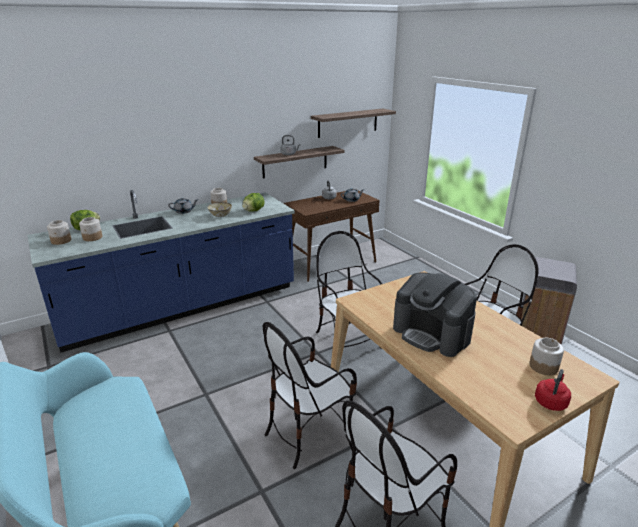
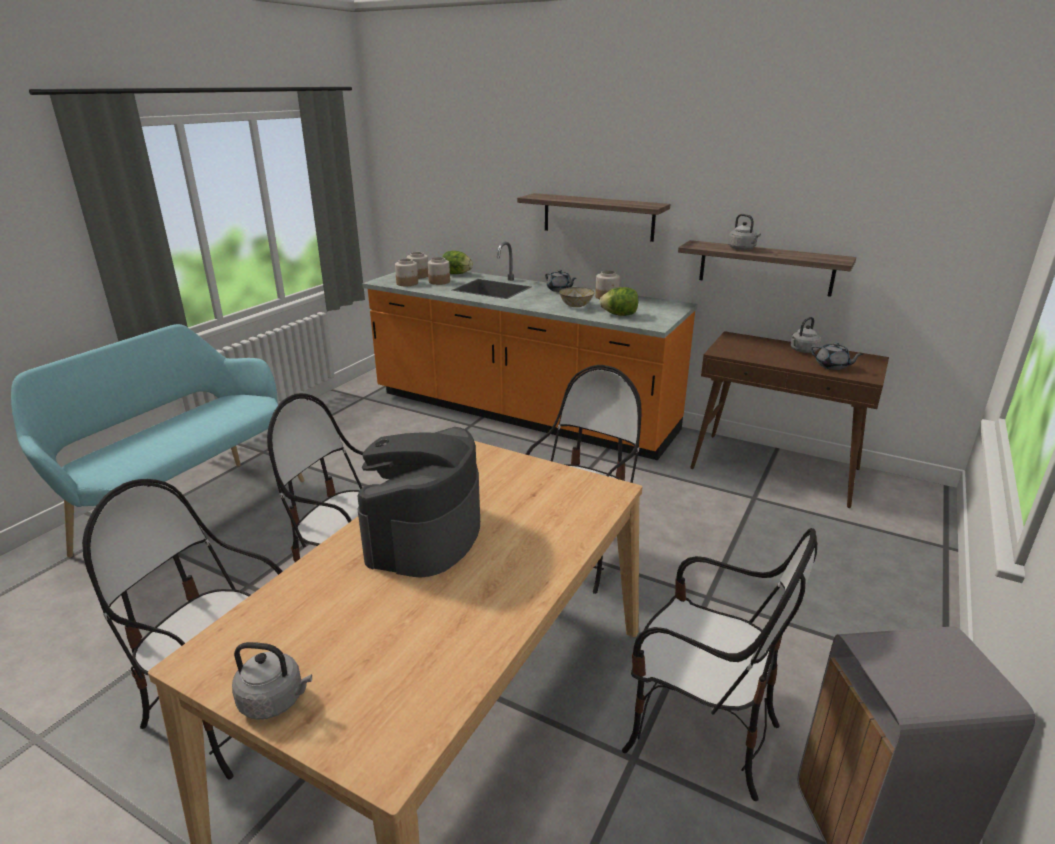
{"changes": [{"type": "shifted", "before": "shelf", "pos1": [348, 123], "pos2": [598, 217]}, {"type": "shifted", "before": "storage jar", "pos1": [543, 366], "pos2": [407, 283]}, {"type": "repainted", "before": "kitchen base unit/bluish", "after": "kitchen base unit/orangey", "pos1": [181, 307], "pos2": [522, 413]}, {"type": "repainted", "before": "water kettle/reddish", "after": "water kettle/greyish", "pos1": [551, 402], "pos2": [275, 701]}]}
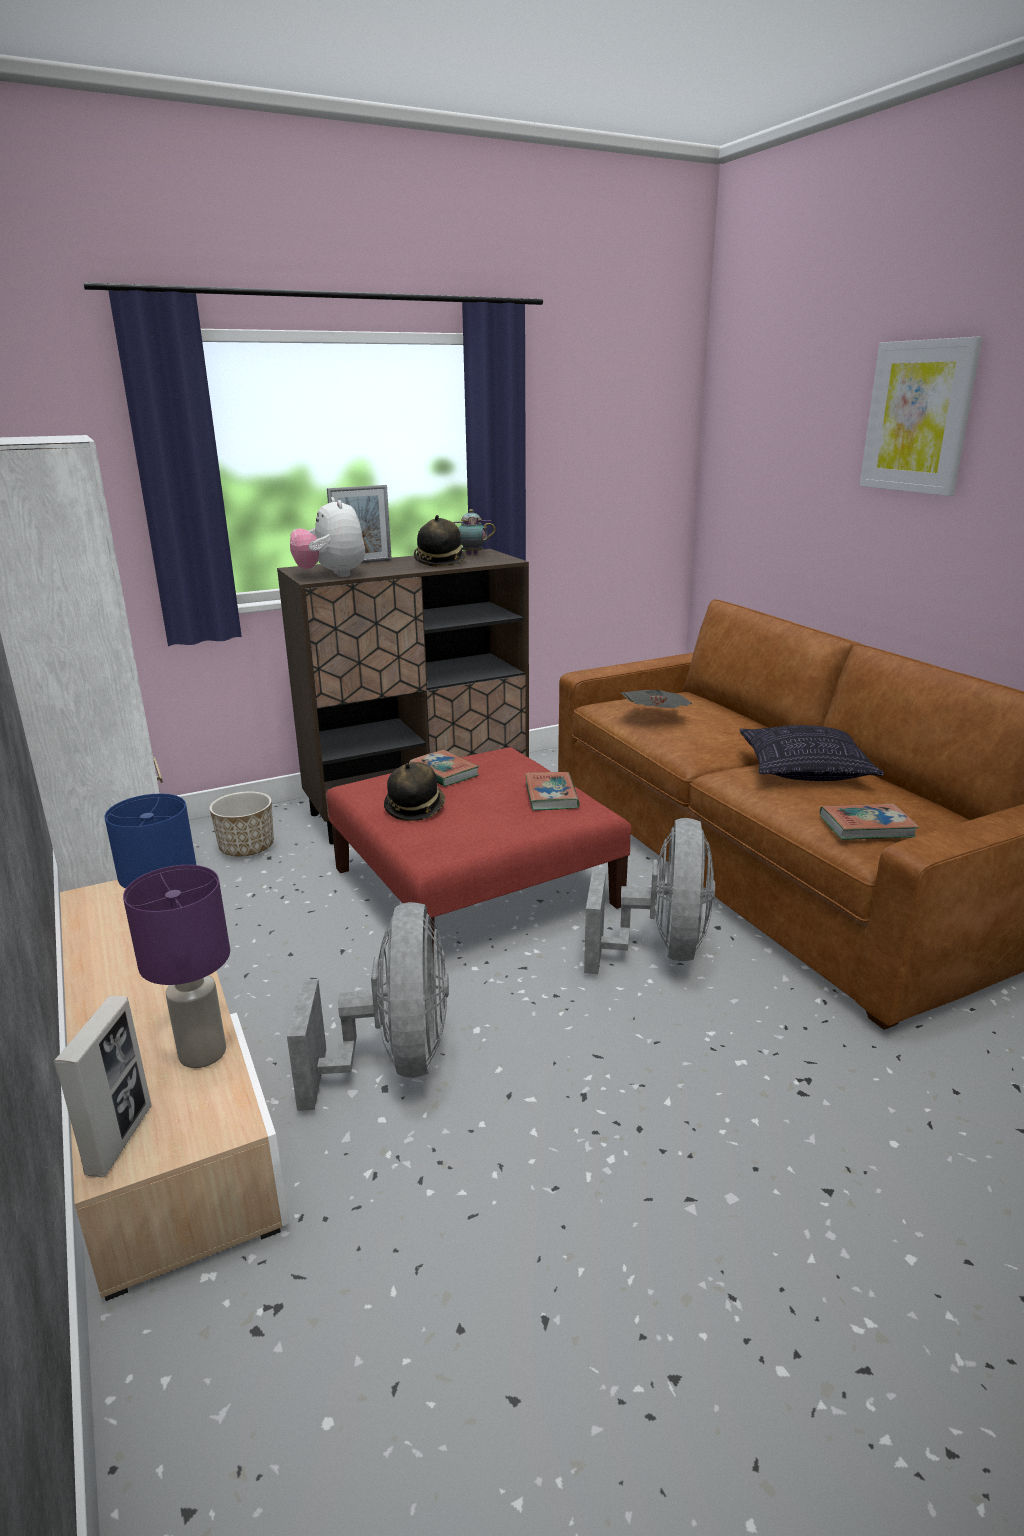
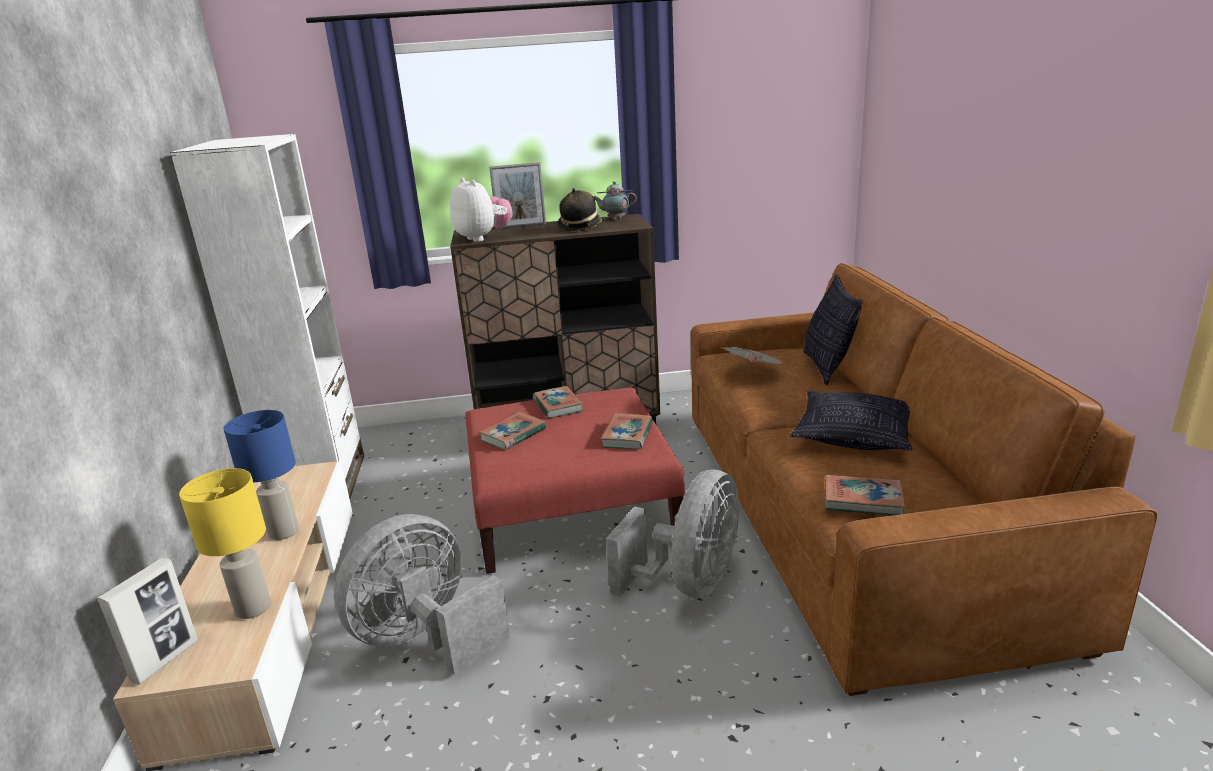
{"changes": [{"type": "gone", "before": "planter", "pos1": [247, 848]}, {"type": "gone", "before": "wall art", "pos1": [918, 417]}, {"type": "new", "after": "pillow", "pos2": [827, 367]}, {"type": "swapped", "before": "wearable hat", "after": "volume", "pos1": [415, 808], "pos2": [513, 435]}, {"type": "repainted", "before": "tabletop lamp/purplish", "after": "tabletop lamp/yellow-coloured", "pos1": [201, 1053], "pos2": [252, 608]}, {"type": "rotated", "before": "fan/greyish", "pos1": [394, 1060], "pos2": [425, 638], "turn": -150}, {"type": "rotated", "before": "cuddly toy", "pos1": [331, 575], "pos2": [483, 238], "turn": 150}]}
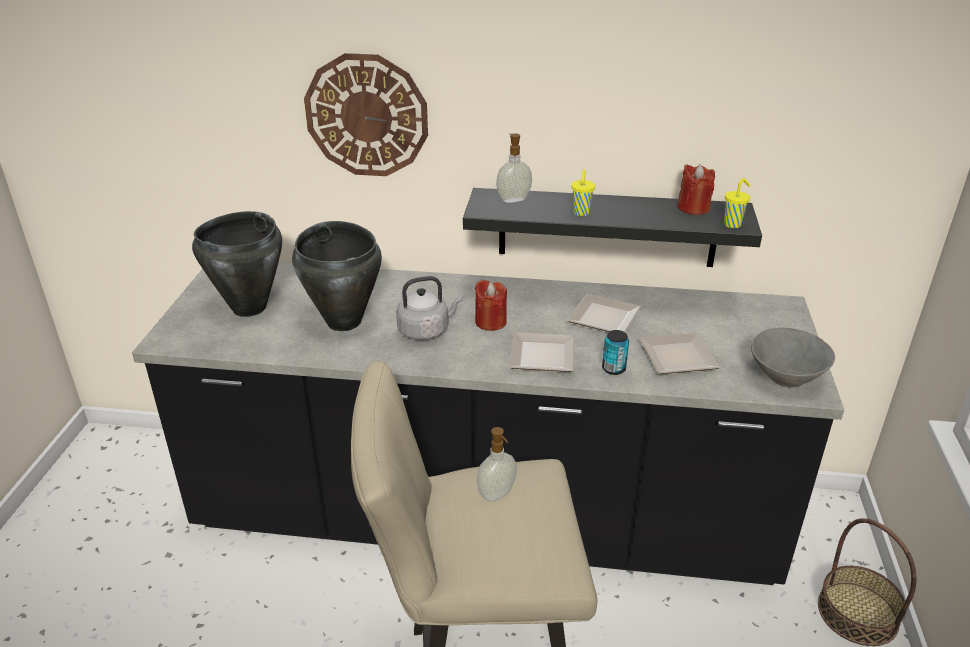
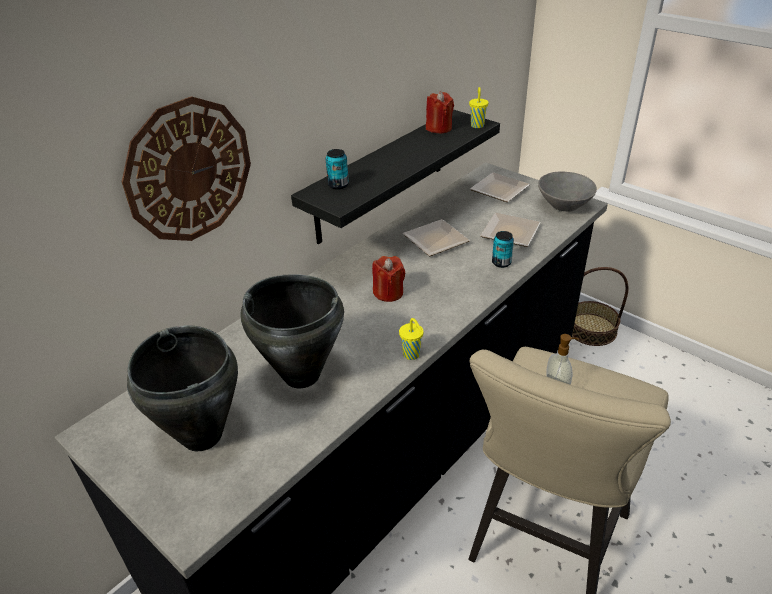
{"changes": [{"type": "gone", "before": "water kettle/greyish", "pos1": [426, 330]}, {"type": "shifted", "before": "dinner plate", "pos1": [544, 357], "pos2": [501, 190]}, {"type": "shifted", "before": "cup/yellow-coloured", "pos1": [581, 213], "pos2": [412, 355]}, {"type": "swapped", "before": "soap dispenser", "after": "can", "pos1": [513, 199], "pos2": [338, 185]}]}
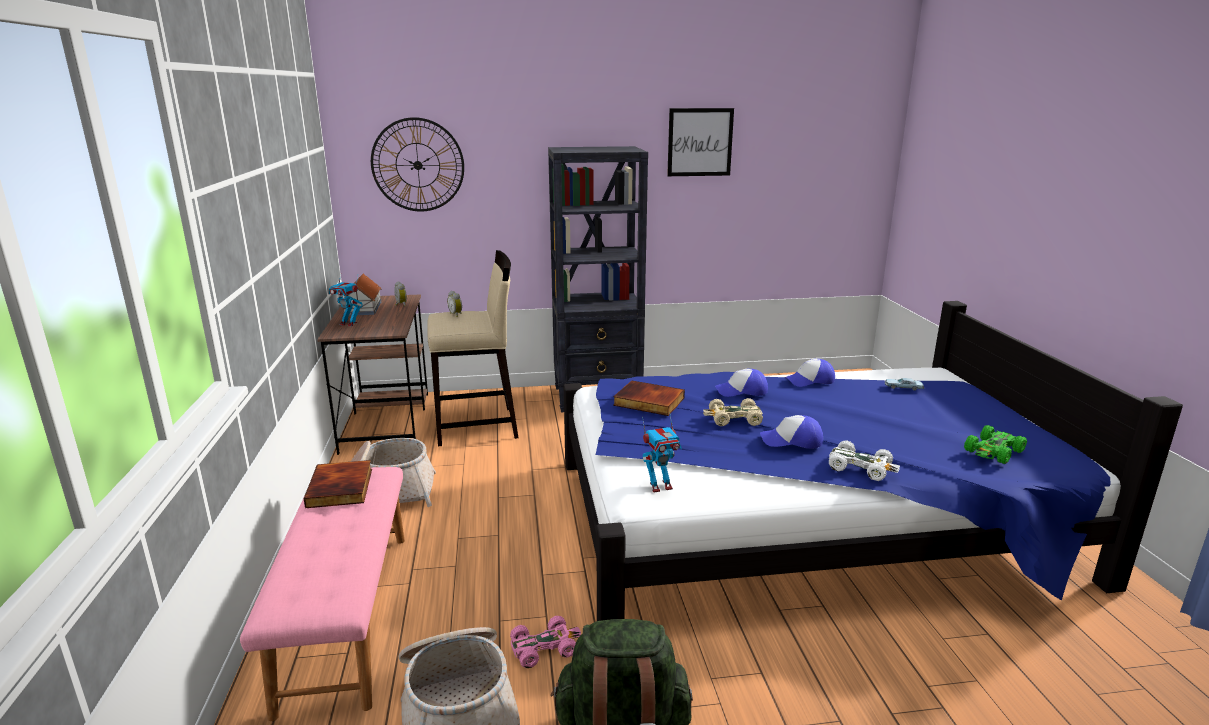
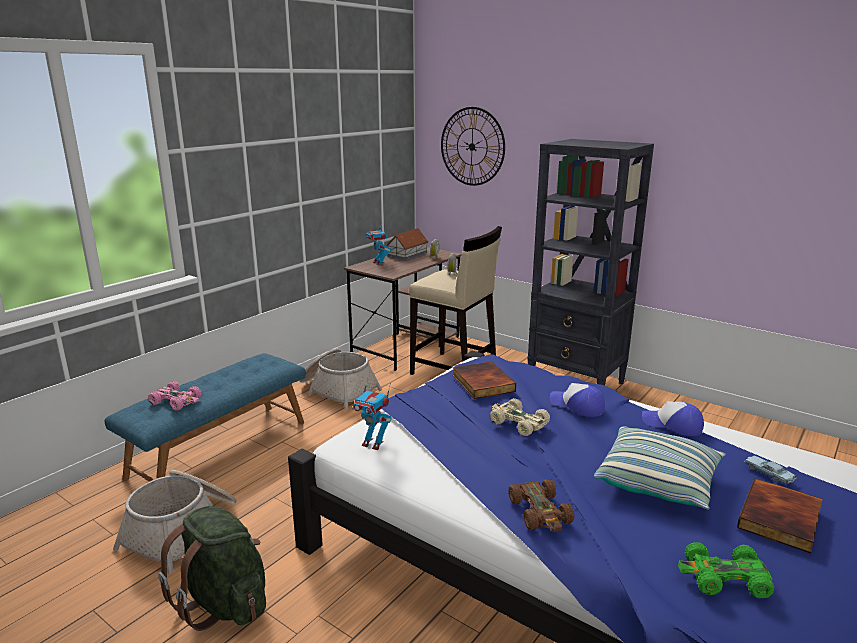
{"changes": [{"type": "gone", "before": "wall art", "pos1": [700, 142]}, {"type": "gone", "before": "baseball cap", "pos1": [791, 441]}, {"type": "new", "after": "pillow", "pos2": [658, 482]}, {"type": "shifted", "before": "volume", "pos1": [341, 488], "pos2": [781, 519]}, {"type": "shifted", "before": "miniature car/pink", "pos1": [544, 647], "pos2": [176, 401]}, {"type": "repainted", "before": "long seat/pink", "after": "long seat/bluish", "pos1": [345, 615], "pos2": [219, 448]}, {"type": "repainted", "before": "miniature car/whitish", "after": "miniature car/brownish", "pos1": [861, 468], "pos2": [540, 512]}]}
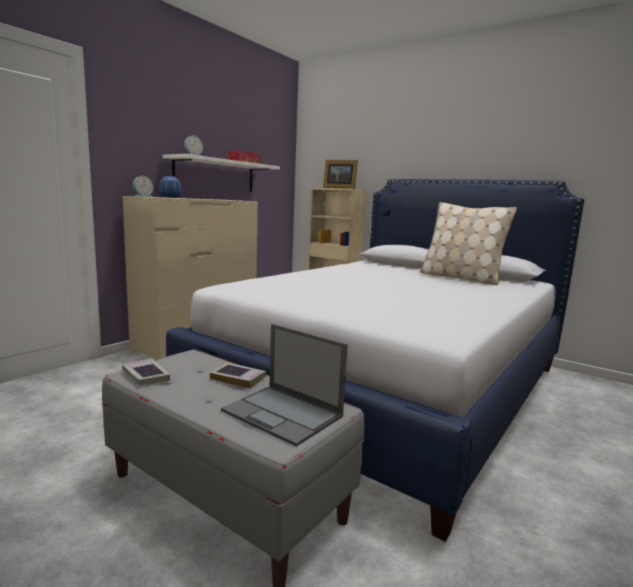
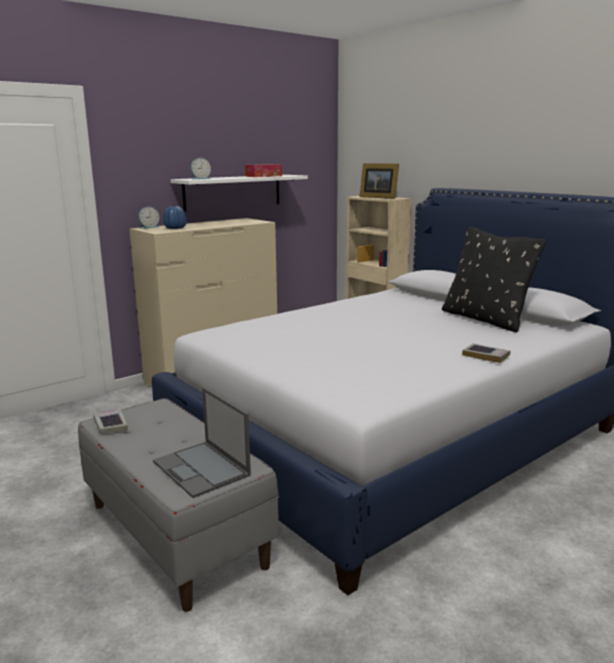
{"changes": [{"type": "shifted", "before": "volume", "pos1": [238, 379], "pos2": [486, 356]}, {"type": "repainted", "before": "pillow/beige", "after": "pillow/black", "pos1": [460, 278], "pos2": [485, 319]}]}
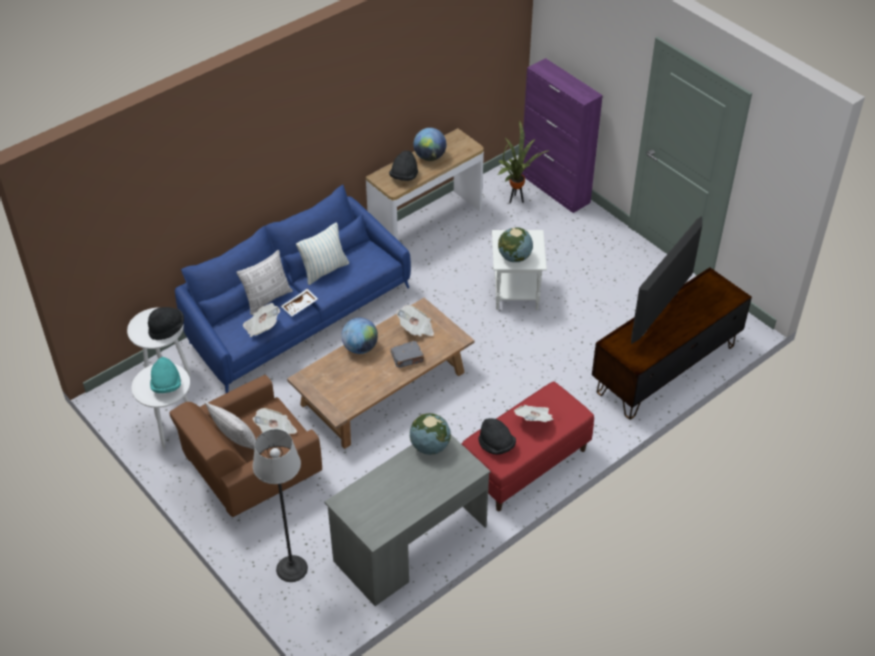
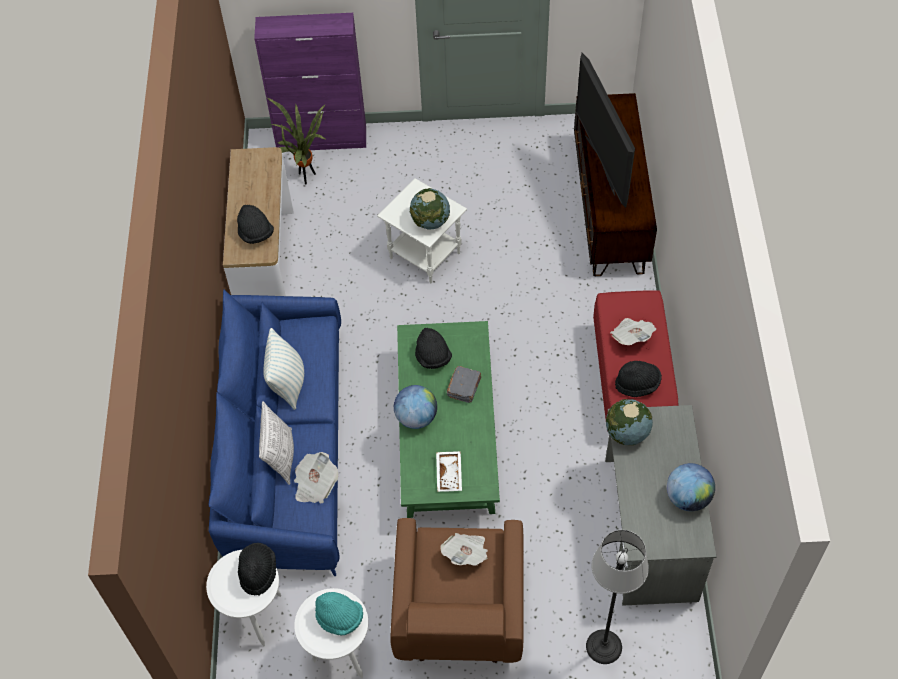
{"changes": [{"type": "gone", "before": "pillow", "pos1": [236, 443]}, {"type": "shifted", "before": "carrying tray/whitish", "pos1": [300, 306], "pos2": [450, 474]}, {"type": "shifted", "before": "desk globe", "pos1": [430, 157], "pos2": [688, 498]}, {"type": "swapped", "before": "printed paper", "after": "wearable hat/black", "pos1": [416, 329], "pos2": [433, 357]}, {"type": "repainted", "before": "low table/brownish", "after": "low table/greenish", "pos1": [383, 387], "pos2": [446, 434]}]}
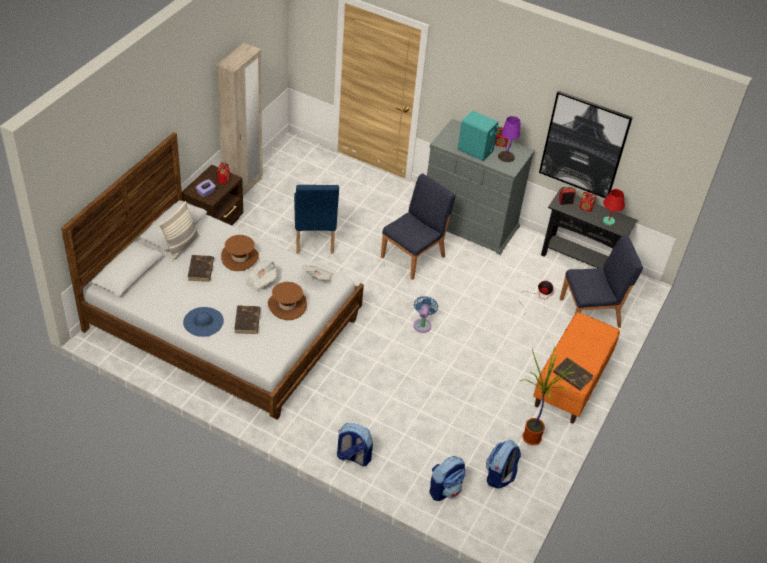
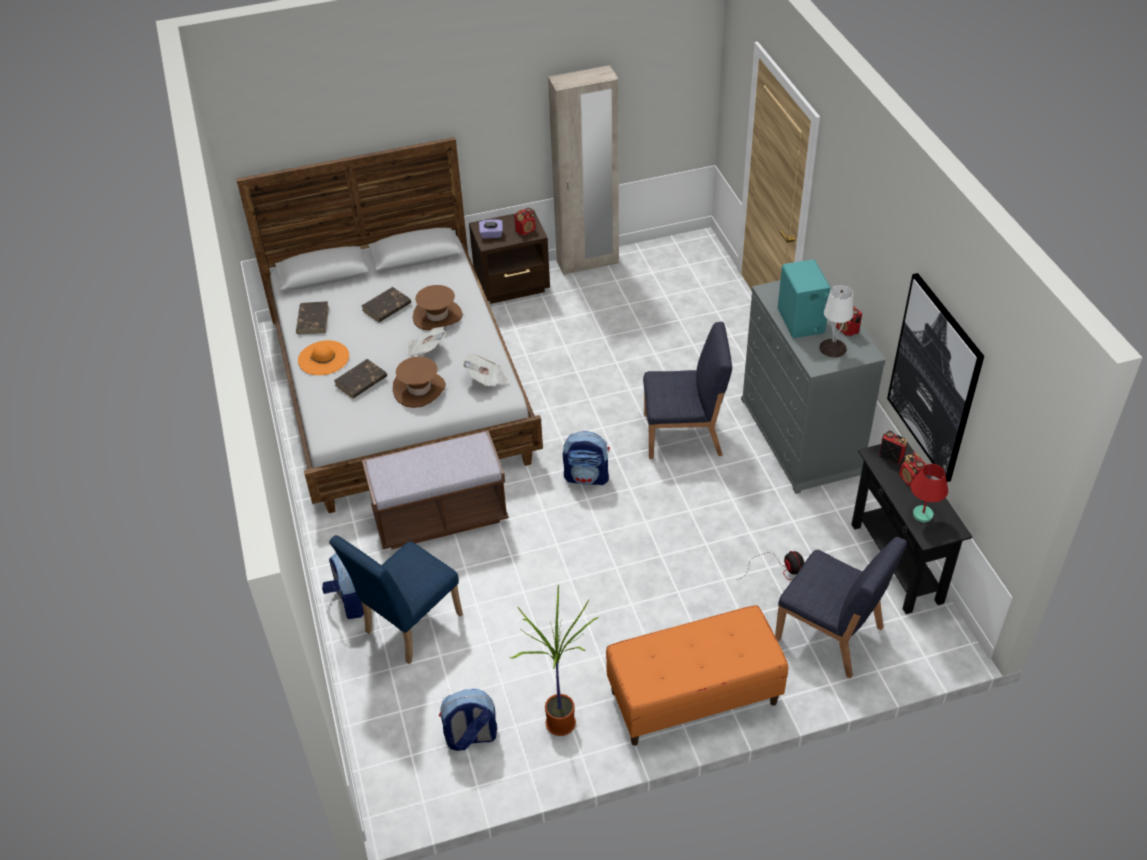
{"changes": [{"type": "gone", "before": "pillow", "pos1": [182, 246]}, {"type": "gone", "before": "fan/bluish", "pos1": [422, 324]}, {"type": "new", "after": "long seat/brownish", "pos2": [440, 517]}, {"type": "shifted", "before": "chair/bluish", "pos1": [314, 241], "pos2": [407, 627]}, {"type": "shifted", "before": "backpack", "pos1": [445, 489], "pos2": [587, 477]}, {"type": "shifted", "before": "volume/brownish", "pos1": [572, 375], "pos2": [312, 319]}, {"type": "repainted", "before": "wearable hat/bluish", "after": "wearable hat/orangey", "pos1": [203, 321], "pos2": [323, 358]}, {"type": "repainted", "before": "tabletop lamp/purplish", "after": "tabletop lamp/whitish", "pos1": [506, 157], "pos2": [833, 348]}]}
